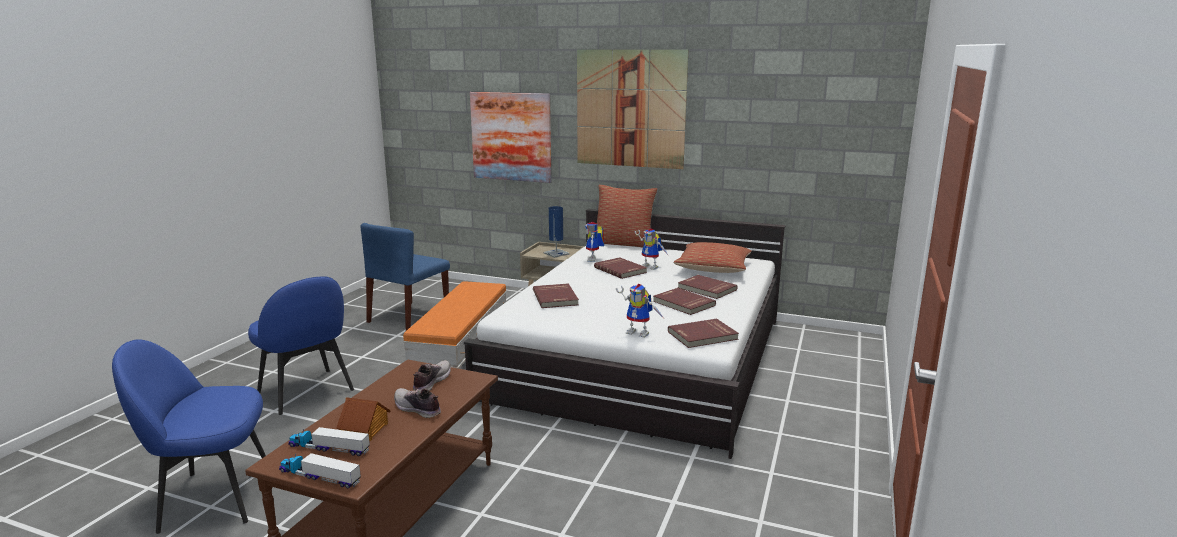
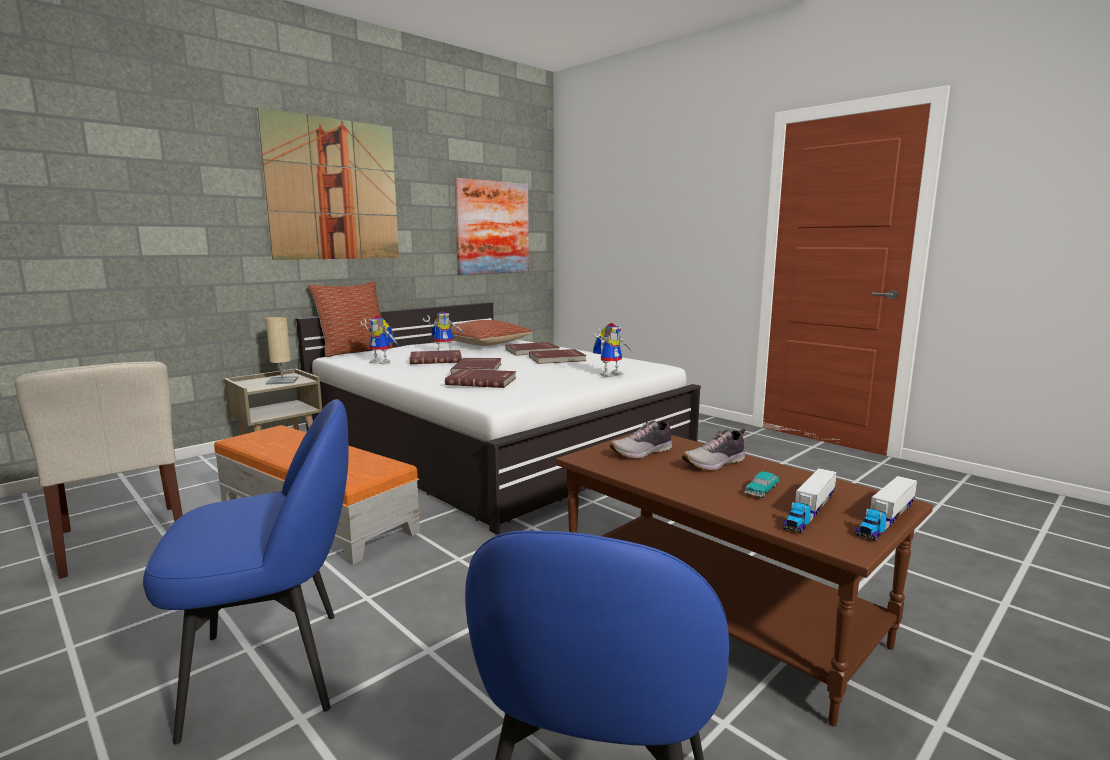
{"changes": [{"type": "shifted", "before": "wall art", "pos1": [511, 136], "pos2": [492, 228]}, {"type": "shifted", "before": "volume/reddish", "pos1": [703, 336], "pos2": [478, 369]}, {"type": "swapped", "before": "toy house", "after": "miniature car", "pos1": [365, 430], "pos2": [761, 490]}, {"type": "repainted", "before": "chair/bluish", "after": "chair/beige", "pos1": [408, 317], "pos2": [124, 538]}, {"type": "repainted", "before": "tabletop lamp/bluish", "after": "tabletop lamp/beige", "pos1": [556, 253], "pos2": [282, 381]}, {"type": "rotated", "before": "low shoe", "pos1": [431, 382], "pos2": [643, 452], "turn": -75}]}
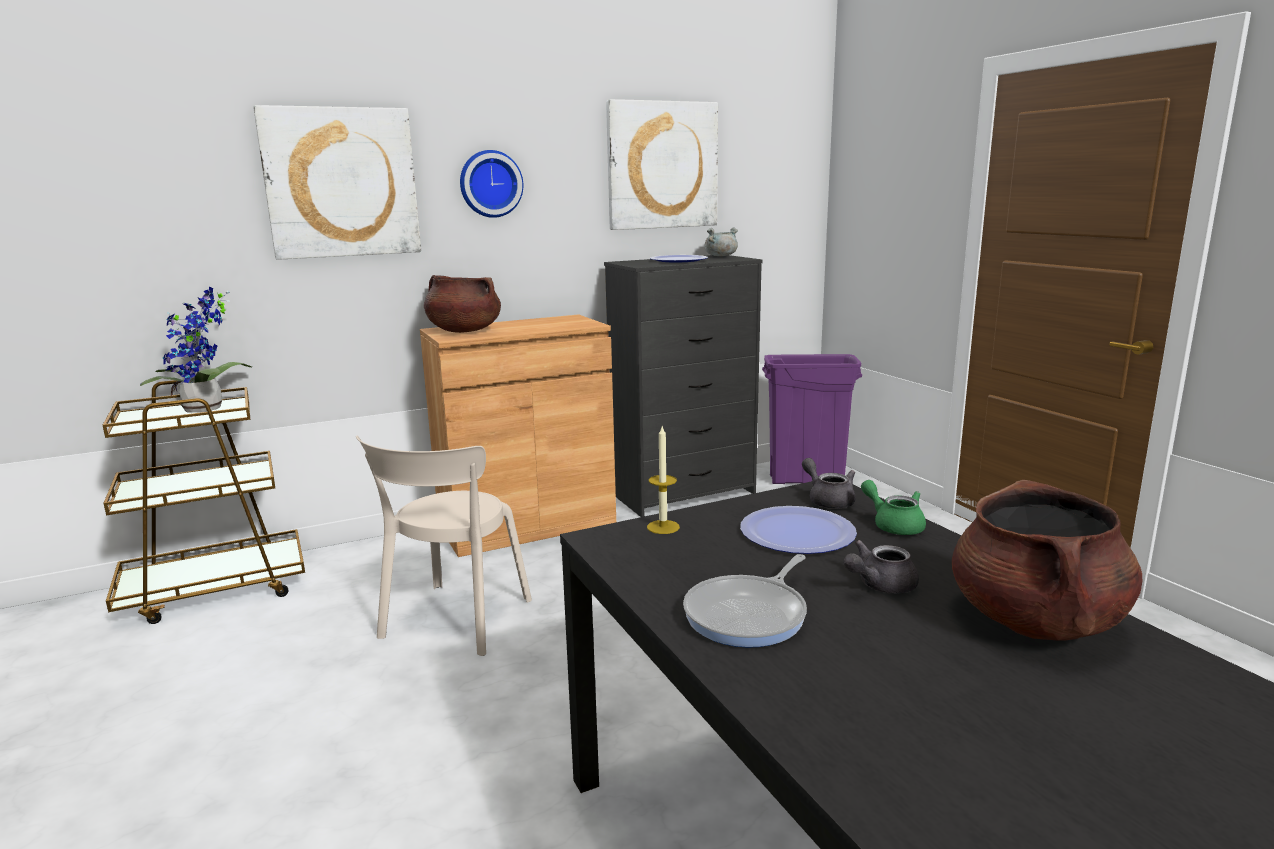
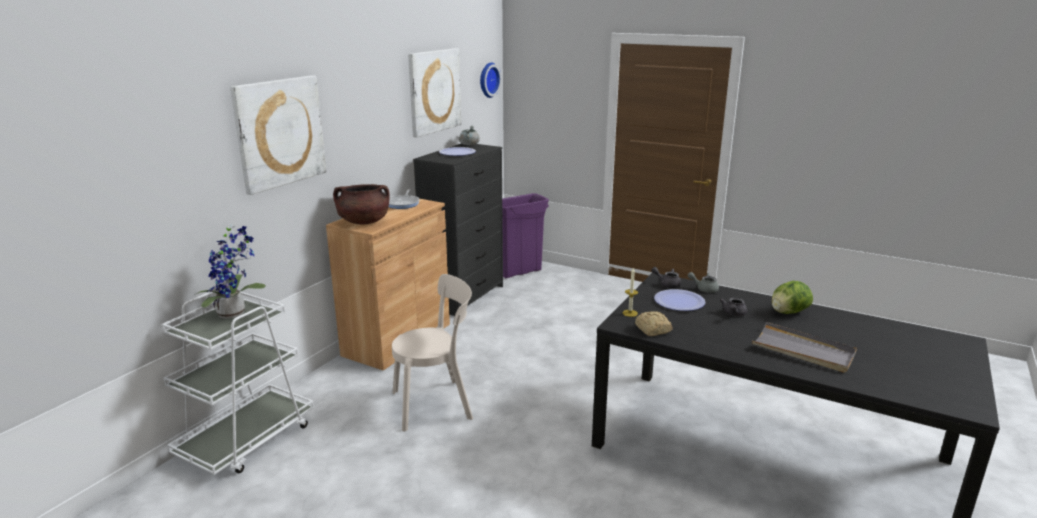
{"changes": [{"type": "new", "after": "baked bread", "pos2": [652, 330]}, {"type": "new", "after": "carrying tray/greyish", "pos2": [803, 350]}, {"type": "shifted", "before": "clock on the wall", "pos1": [490, 184], "pos2": [487, 80]}, {"type": "shifted", "before": "skillet", "pos1": [749, 615], "pos2": [403, 203]}, {"type": "swapped", "before": "stockpot/brownish", "after": "lettuce head", "pos1": [1036, 621], "pos2": [788, 312]}, {"type": "repainted", "before": "trolley/brownish", "after": "trolley/whitish", "pos1": [216, 589], "pos2": [247, 440]}, {"type": "repainted", "before": "pot for tea/greenish", "after": "pot for tea/greyish", "pos1": [894, 525], "pos2": [704, 289]}, {"type": "rotated", "before": "chair/beige", "pos1": [453, 622], "pos2": [436, 404], "turn": -90}]}
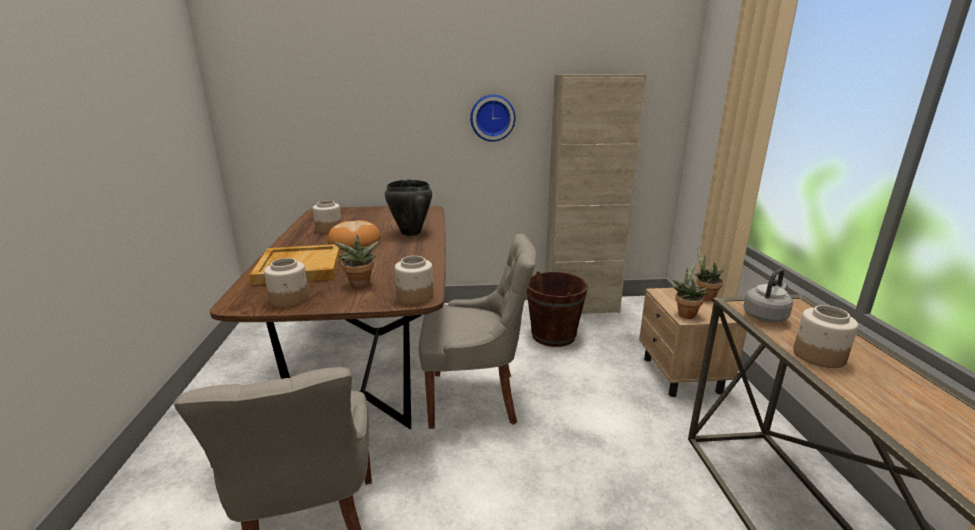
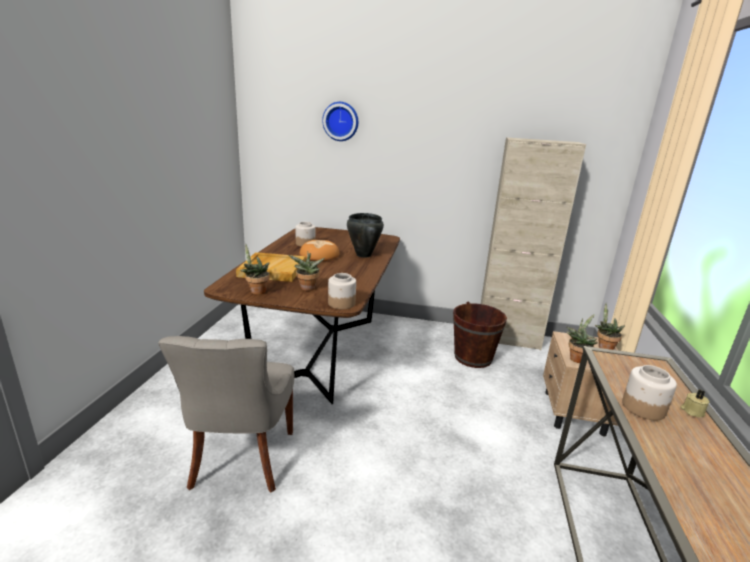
{"changes": [{"type": "gone", "before": "chair/greyish", "pos1": [475, 398]}, {"type": "gone", "before": "water kettle/greyish", "pos1": [765, 316]}, {"type": "new", "after": "candle/beige", "pos2": [692, 411]}, {"type": "shifted", "before": "clock on the wall", "pos1": [492, 118], "pos2": [341, 121]}, {"type": "swapped", "before": "storage jar", "after": "houseplant", "pos1": [290, 299], "pos2": [256, 291]}]}
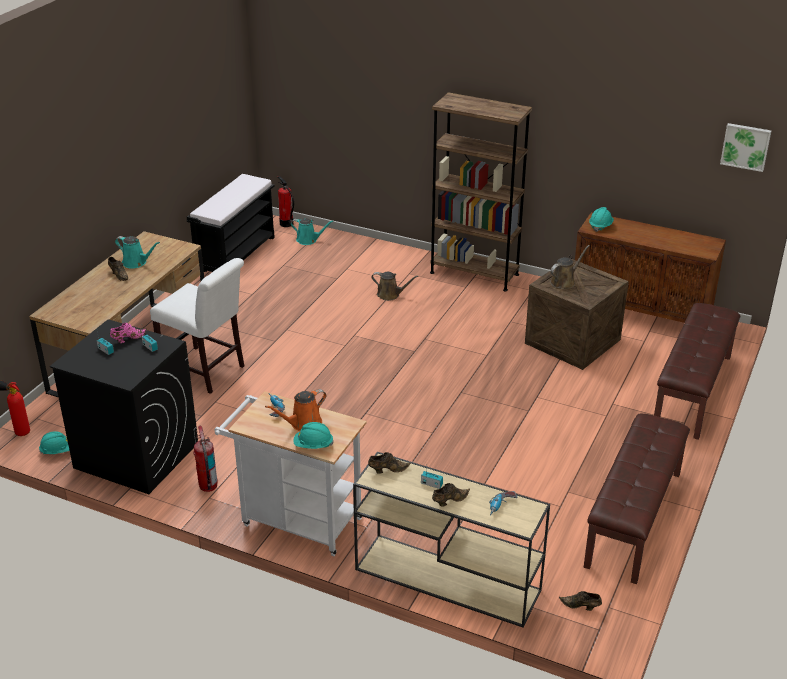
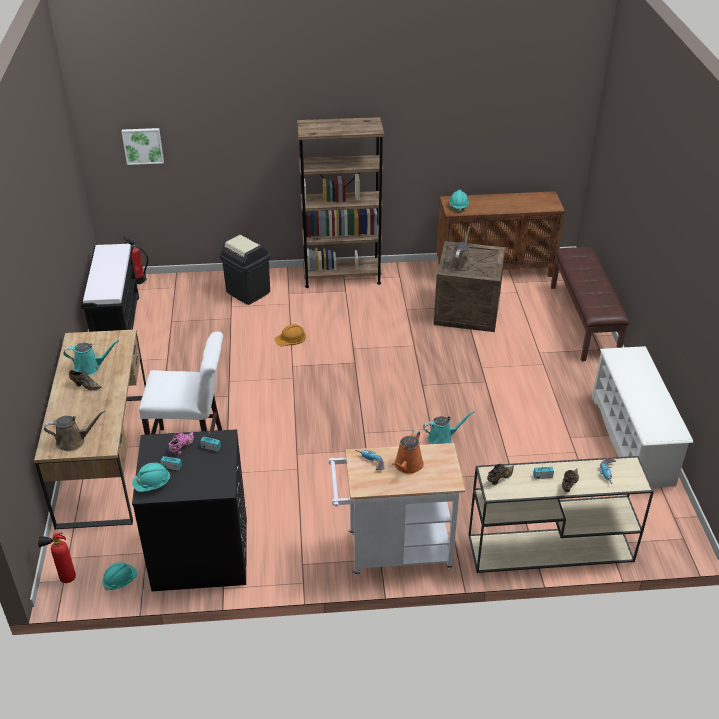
{"changes": [{"type": "gone", "before": "extinguisher", "pos1": [208, 486]}, {"type": "gone", "before": "low shoe/brownish", "pos1": [581, 606]}, {"type": "new", "after": "waste bin/black", "pos2": [247, 292]}, {"type": "new", "after": "work helmet/orangey", "pos2": [291, 338]}, {"type": "shifted", "before": "watering can/turquoise-coloured", "pos1": [308, 240], "pos2": [442, 438]}, {"type": "shifted", "before": "work helmet/turquoise-coloured", "pos1": [313, 445], "pos2": [152, 485]}, {"type": "shifted", "before": "watering can/brownish", "pos1": [390, 295], "pos2": [73, 441]}, {"type": "shifted", "before": "wall art", "pos1": [745, 146], "pos2": [143, 145]}, {"type": "swapped", "before": "long seat/brownish", "after": "shoe rack/whitish", "pos1": [634, 519], "pos2": [632, 440]}]}
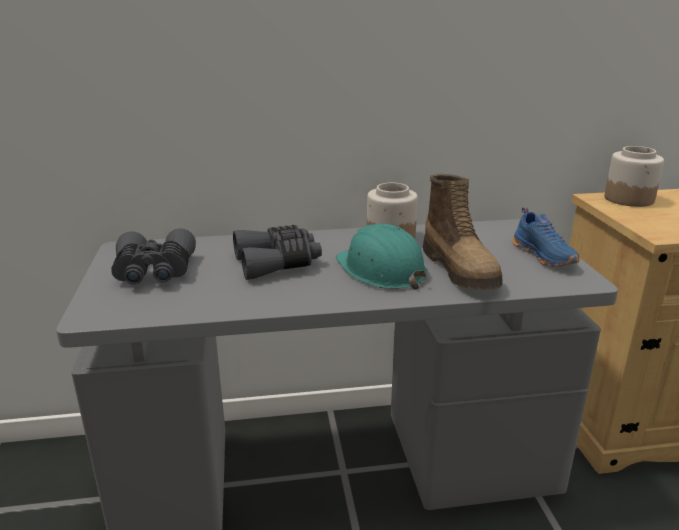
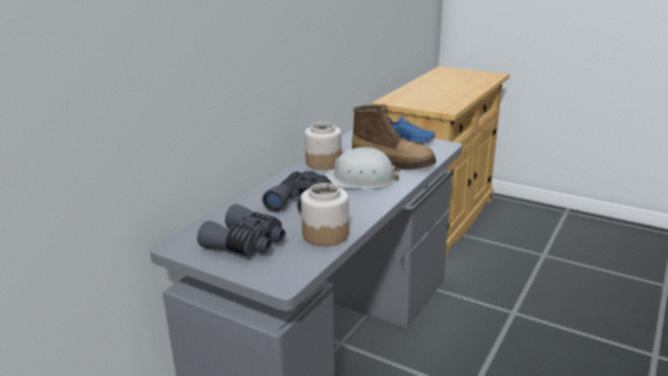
{"changes": [{"type": "shifted", "before": "storage jar", "pos1": [629, 199], "pos2": [325, 234]}, {"type": "repainted", "before": "work helmet/turquoise-coloured", "after": "work helmet/whitish", "pos1": [381, 270], "pos2": [360, 180]}]}
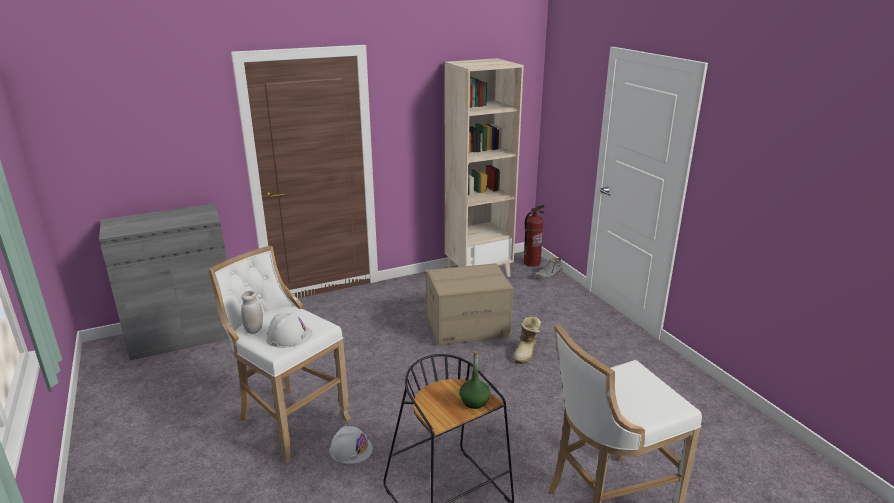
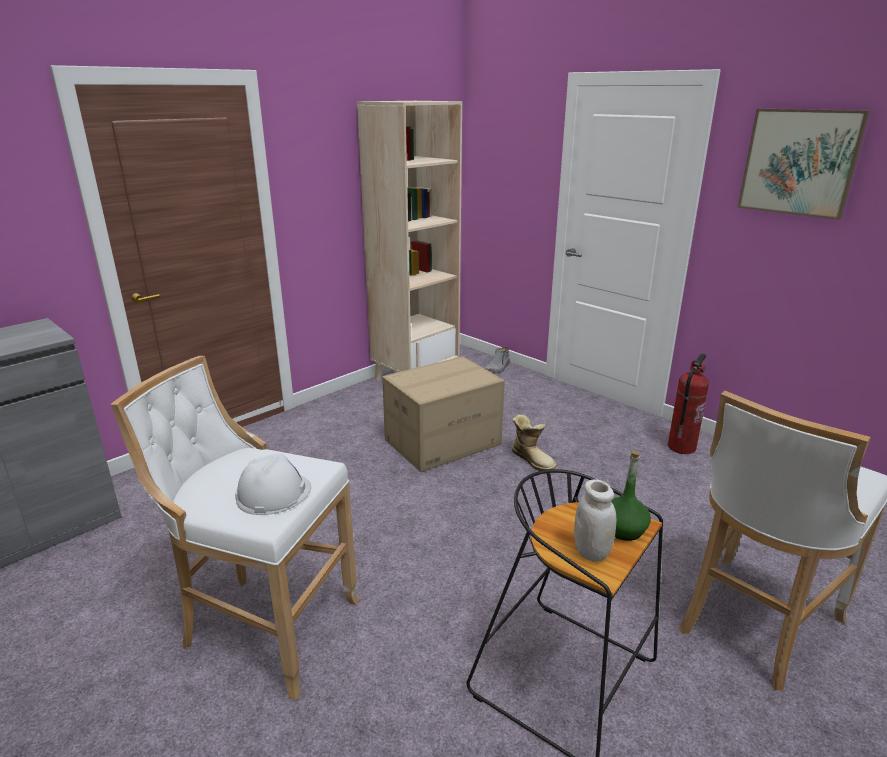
{"changes": [{"type": "gone", "before": "work helmet/whitish", "pos1": [351, 449]}, {"type": "new", "after": "wall art", "pos2": [799, 162]}, {"type": "shifted", "before": "storage jar/whitish", "pos1": [254, 330], "pos2": [591, 552]}, {"type": "shifted", "before": "extinguisher", "pos1": [531, 263], "pos2": [681, 447]}, {"type": "rotated", "before": "boot", "pos1": [526, 353], "pos2": [533, 460], "turn": -45}]}
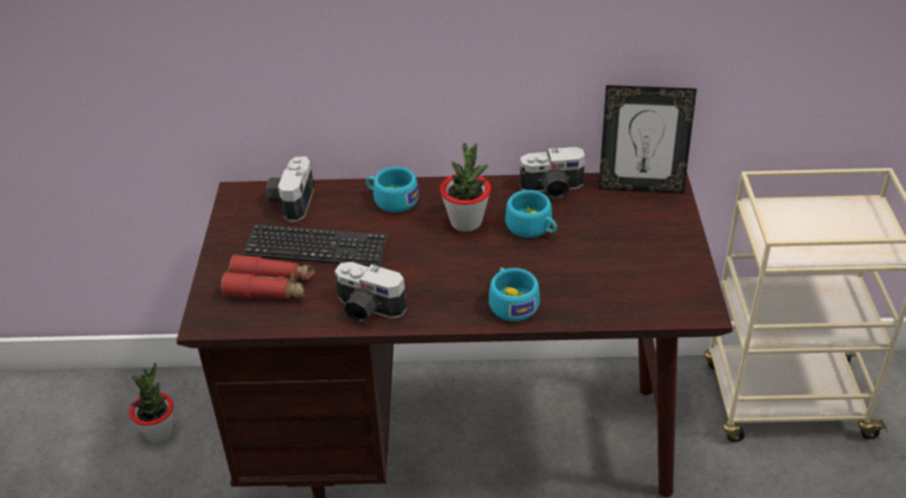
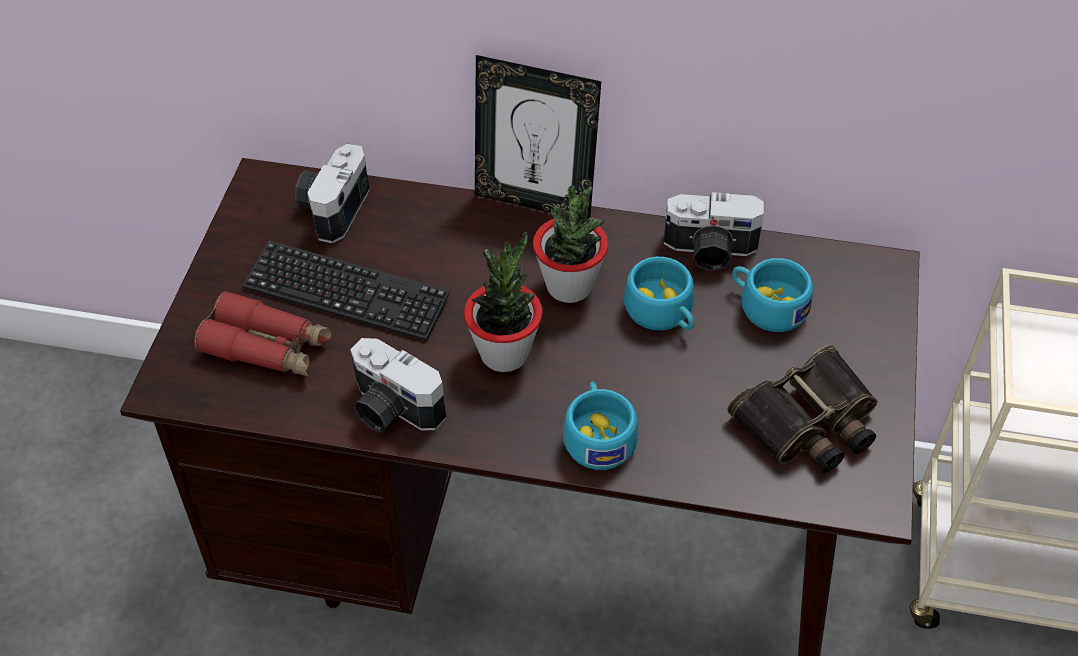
{"changes": [{"type": "new", "after": "field glasses", "pos2": [809, 423]}, {"type": "shifted", "before": "houseplant", "pos1": [159, 432], "pos2": [504, 353]}, {"type": "shifted", "before": "cup/turquoise-coloured", "pos1": [391, 200], "pos2": [767, 306]}, {"type": "shifted", "before": "picture frame", "pos1": [640, 187], "pos2": [535, 201]}]}
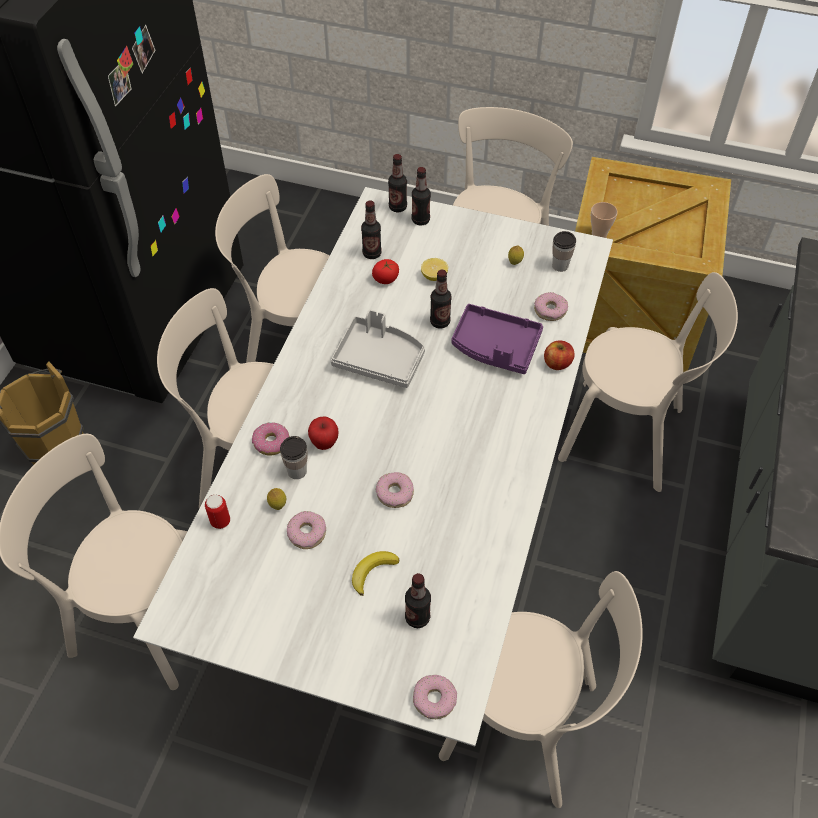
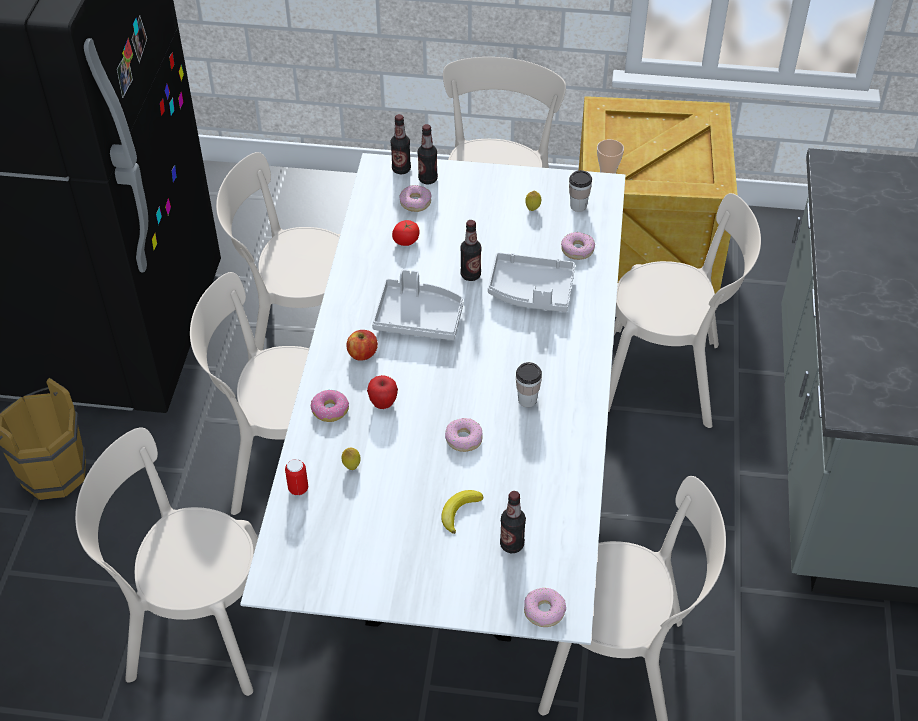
{"changes": [{"type": "gone", "before": "bottle", "pos1": [372, 253]}, {"type": "gone", "before": "lemon", "pos1": [434, 276]}, {"type": "shifted", "before": "cup", "pos1": [297, 471], "pos2": [527, 400]}, {"type": "shifted", "before": "doughnut", "pos1": [307, 533], "pos2": [415, 202]}, {"type": "shifted", "before": "whole apple", "pos1": [557, 363], "pos2": [362, 354]}, {"type": "repainted", "before": "carrying tray/purplish", "after": "carrying tray/greyish", "pos1": [495, 347], "pos2": [531, 291]}]}
